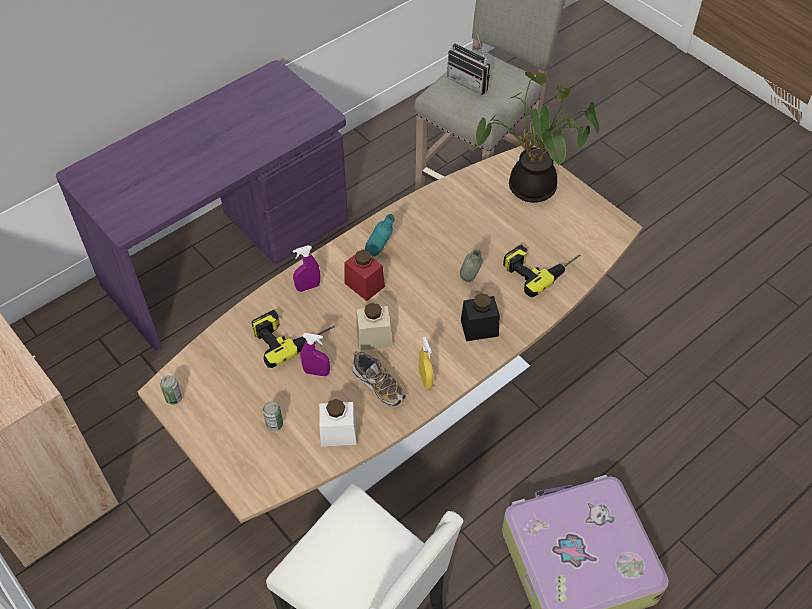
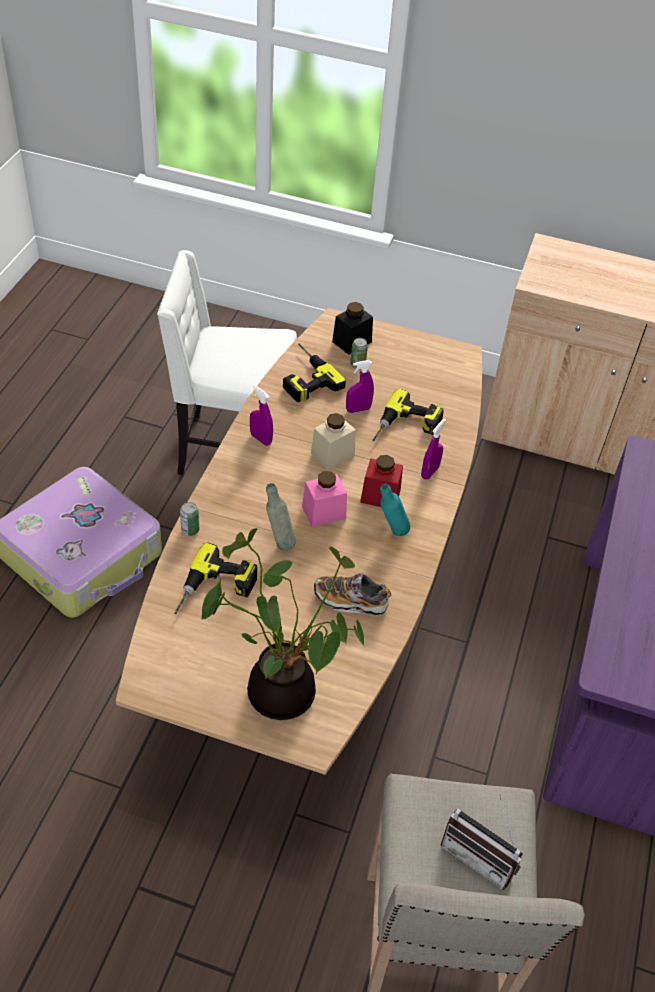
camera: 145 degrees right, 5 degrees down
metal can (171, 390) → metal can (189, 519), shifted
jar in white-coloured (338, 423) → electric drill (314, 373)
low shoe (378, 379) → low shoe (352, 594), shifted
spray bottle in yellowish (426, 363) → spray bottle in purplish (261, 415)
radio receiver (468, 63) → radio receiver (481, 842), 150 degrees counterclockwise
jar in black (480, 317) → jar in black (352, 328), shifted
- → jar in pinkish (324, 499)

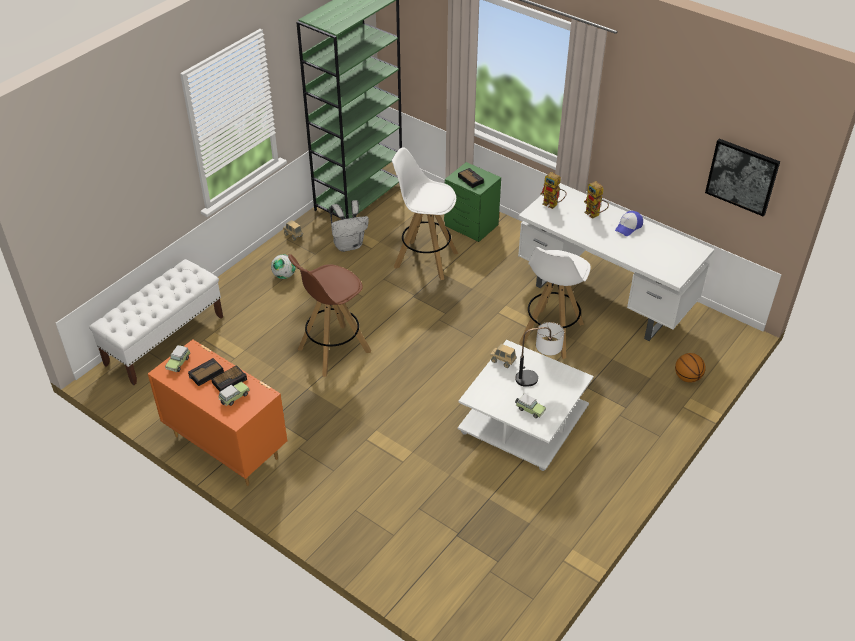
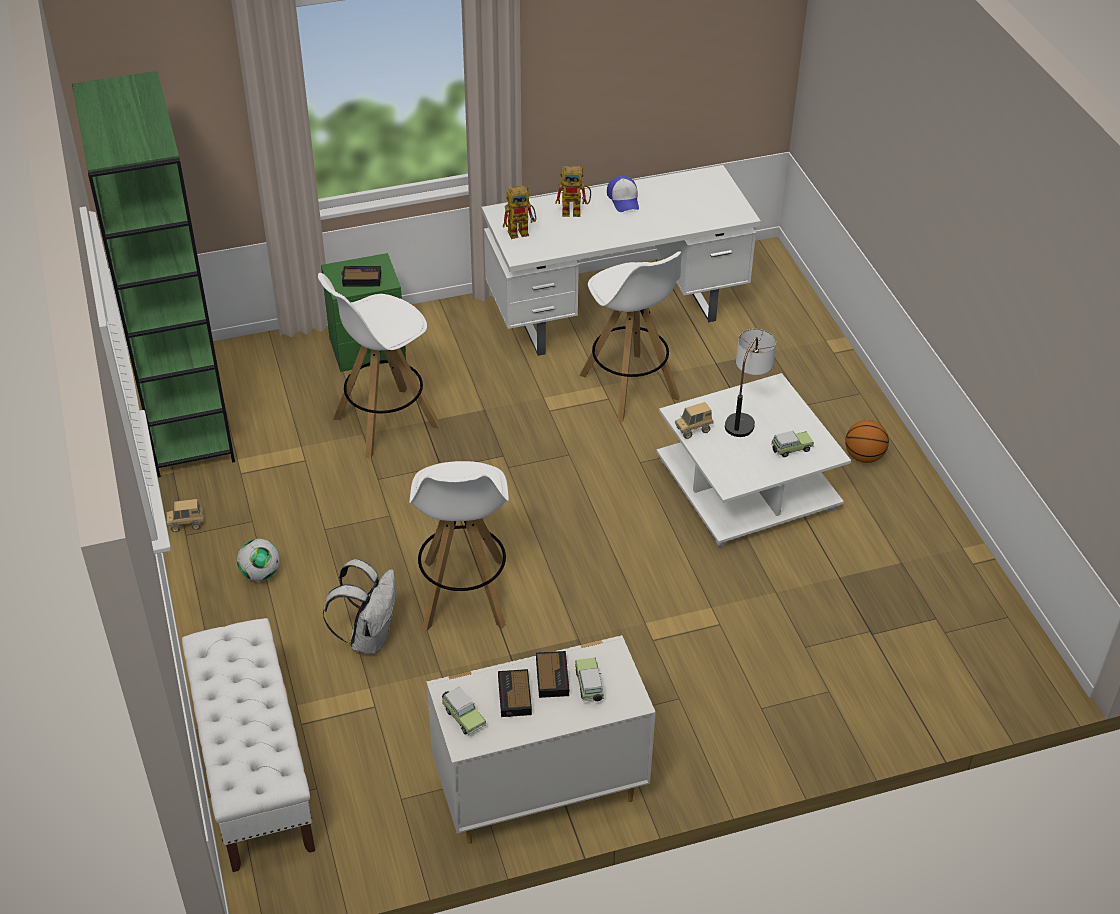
camera: 55 degrees left, 0 degrees up
drawer chest in orange (218, 412) → drawer chest in white-coloured (541, 739)
sitting stool in brown (329, 315) → sitting stool in white-coloured (459, 546)
knapsack in white-coloured (349, 226) → knapsack in white-coloured (359, 607), shifted
ball for basketball (690, 368) → ball for basketball (867, 441), shifted
wall picture (742, 177) → -

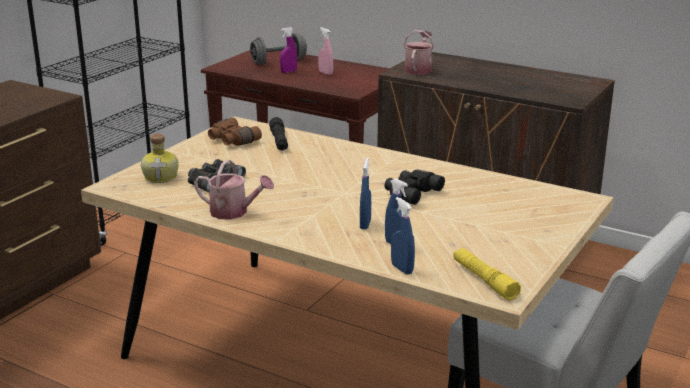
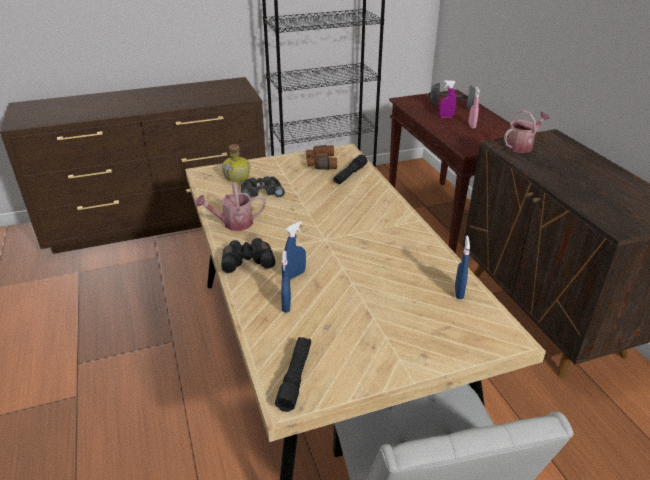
camera: 40 degrees right, 10 degrees up
watering pot (234, 189) → watering pot (230, 207), 105 degrees clockwise
pair of binoculars in black (414, 187) → pair of binoculars in black (248, 255), shifted
spray bottle in blue-coloured (403, 236) → spray bottle in blue-coloured (462, 267), shifted
hand torch in yellowish (487, 274) → hand torch in black (293, 374)

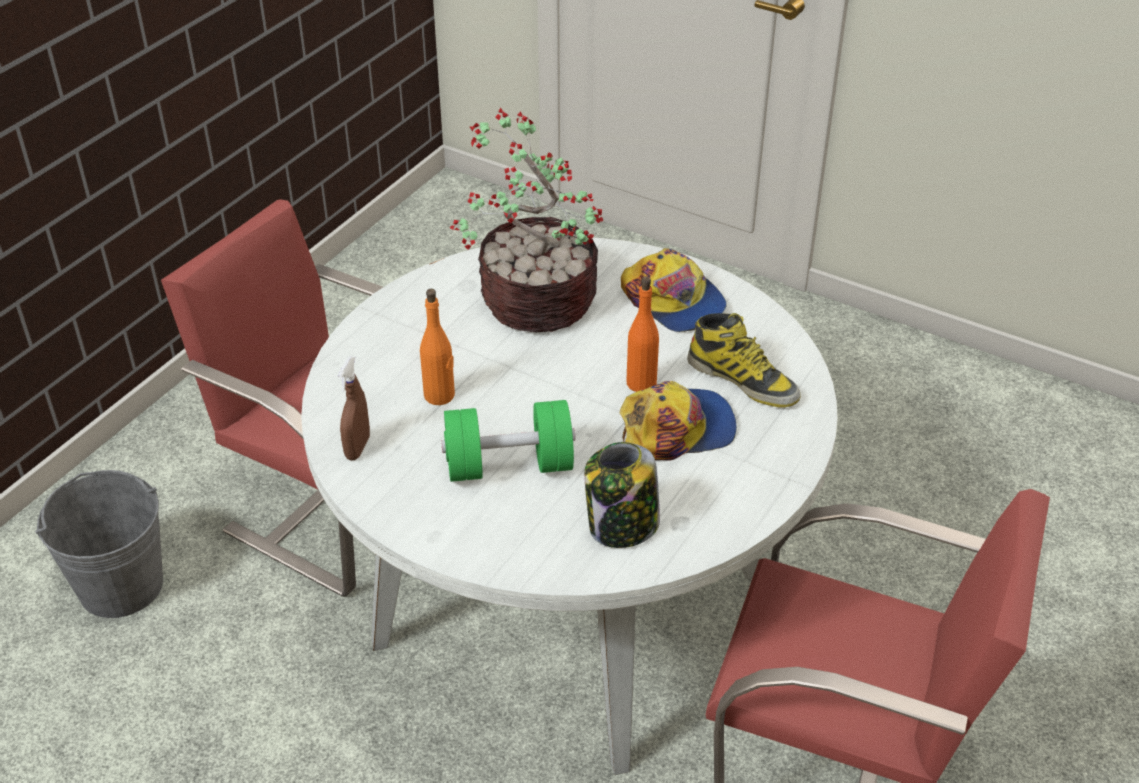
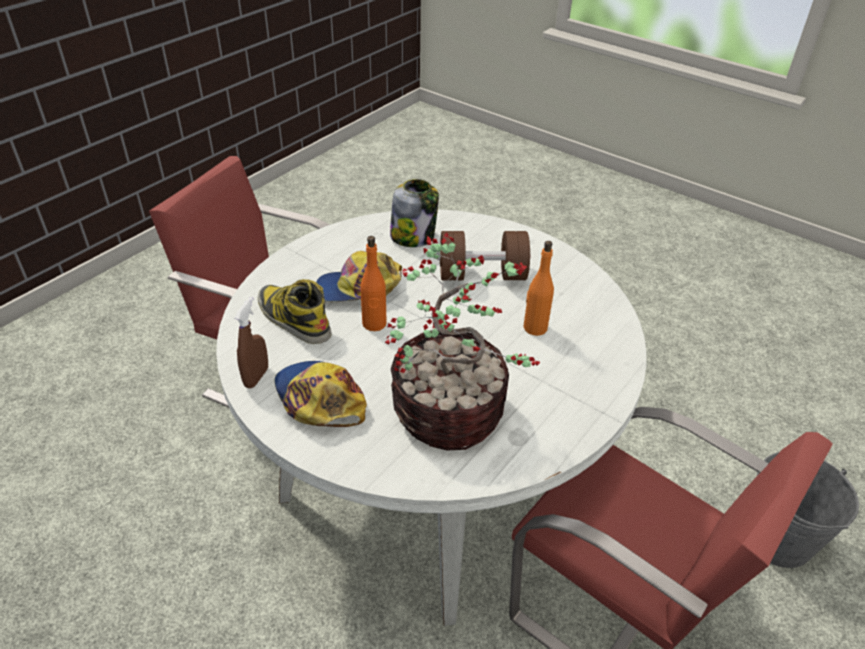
camera: 175 degrees left, 0 degrees up
spray bottle in brown (354, 408) → spray bottle in brown (251, 342), shifted
hand weight in green (508, 441) → hand weight in brown (483, 255)

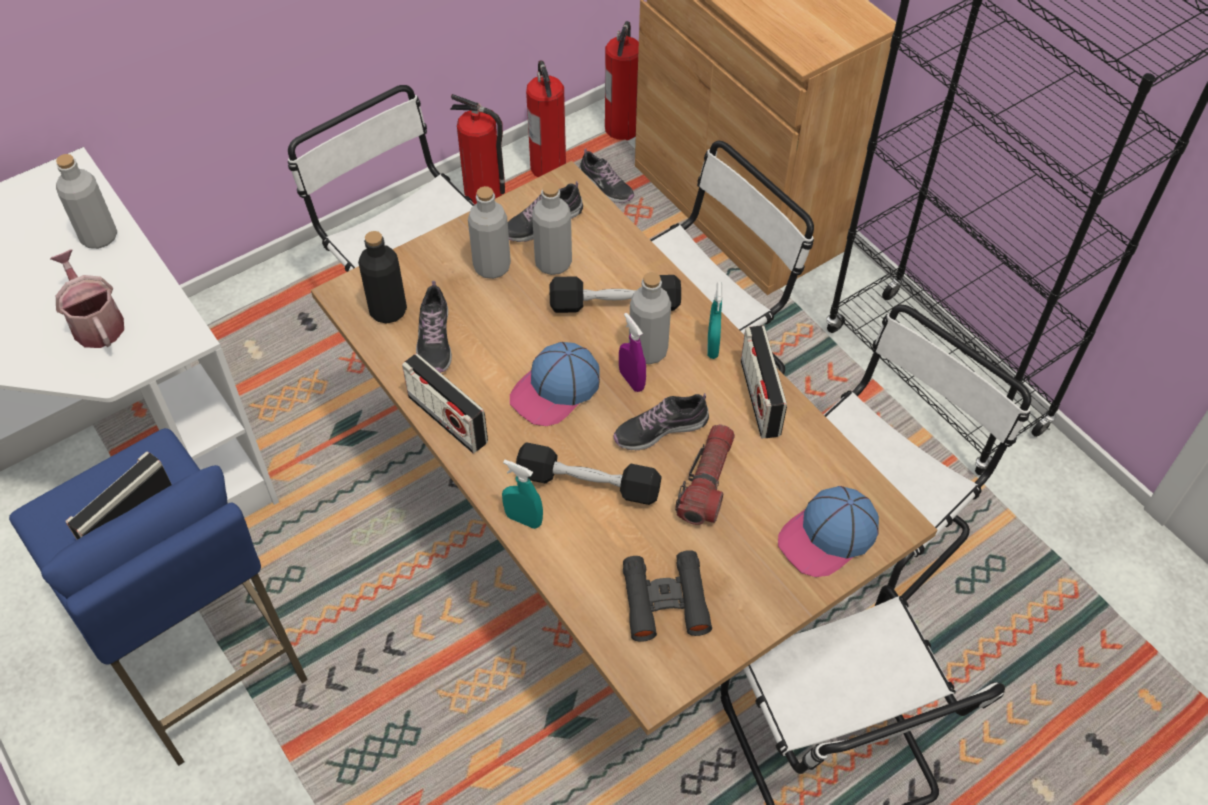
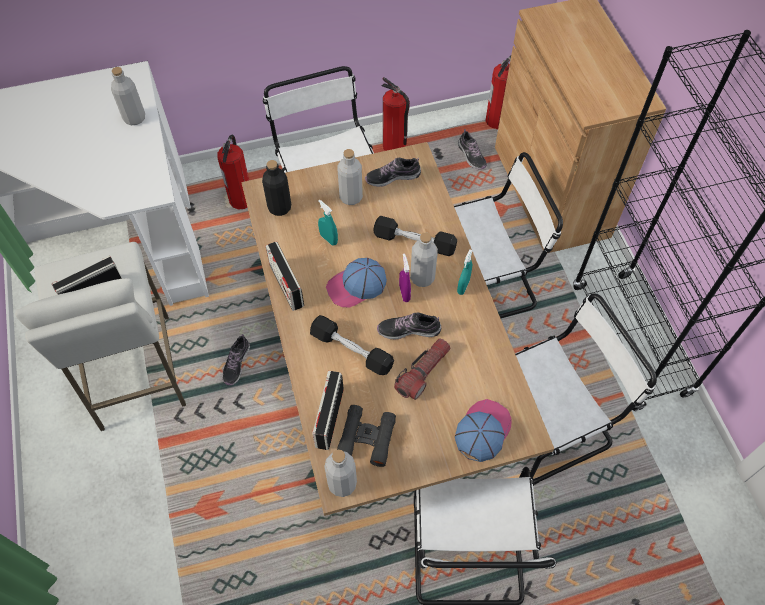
camera: 20 degrees right, 5 degrees up
sitting stool in blue-coloured (158, 597) → sitting stool in white-coloured (100, 336)
watering pot (87, 299) → -
low shoe (434, 327) → low shoe (236, 359), shifted
spray bottle in blue-green (522, 494) → spray bottle in blue-green (328, 222), shifted
fire-fighting cylinder (546, 118) → fire-fighting cylinder (233, 172), shifted
drink bottle in greyish (552, 229) → drink bottle in greyish (340, 473), shifted
radio receiver (764, 381) → radio receiver (328, 410), shifted
peaked cap (828, 531) → peaked cap (483, 430), 135 degrees clockwise

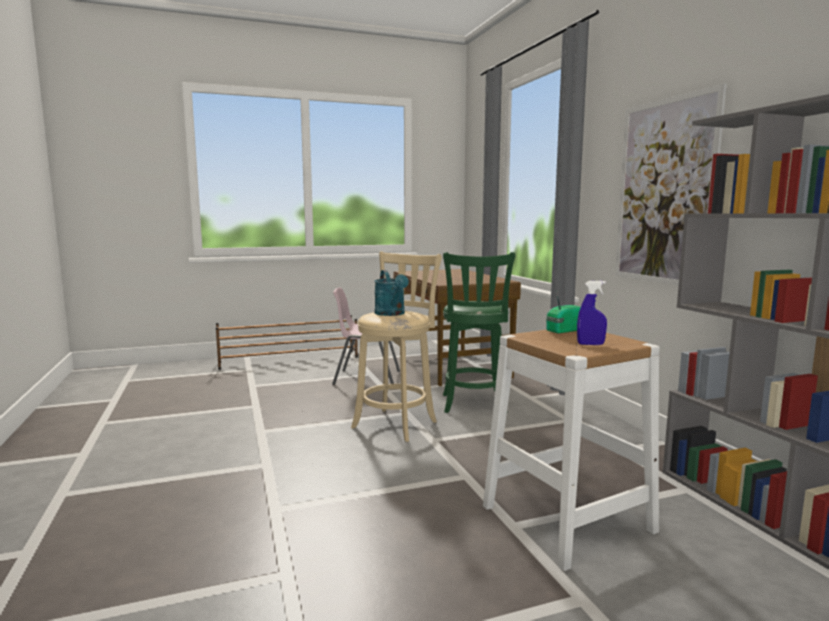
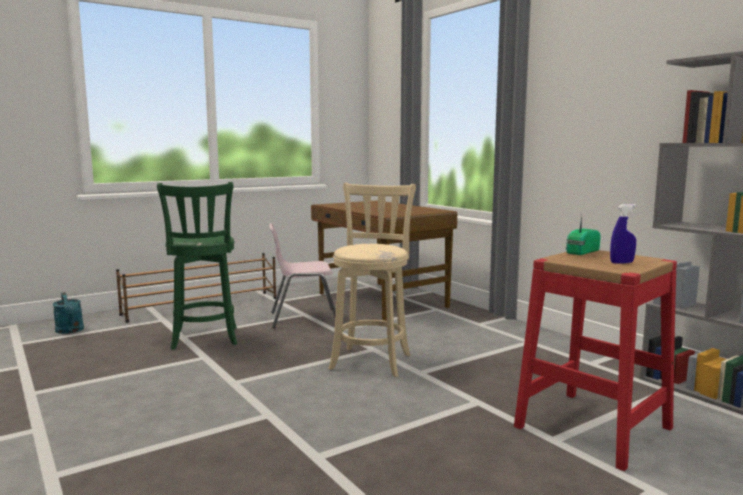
camera: 15 degrees left, 0 degrees up
watering pot in blue-green (391, 293) → watering pot in blue-green (68, 313), shifted
sitting stool in green (479, 332) → sitting stool in green (197, 266), shifted
sitting stool in white-coloured (571, 450) → sitting stool in reddish (595, 360)
wall picture (671, 184) → -

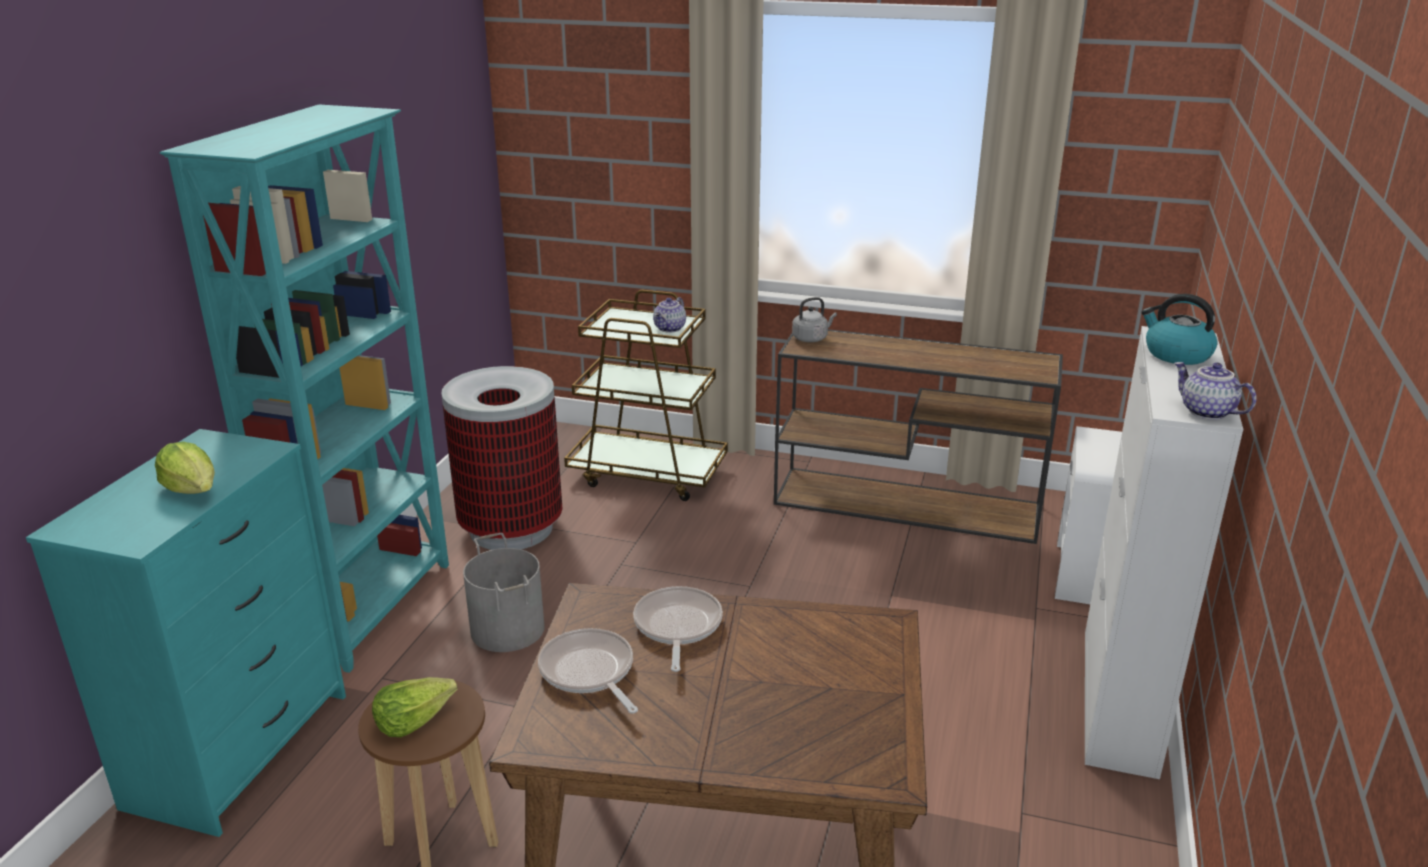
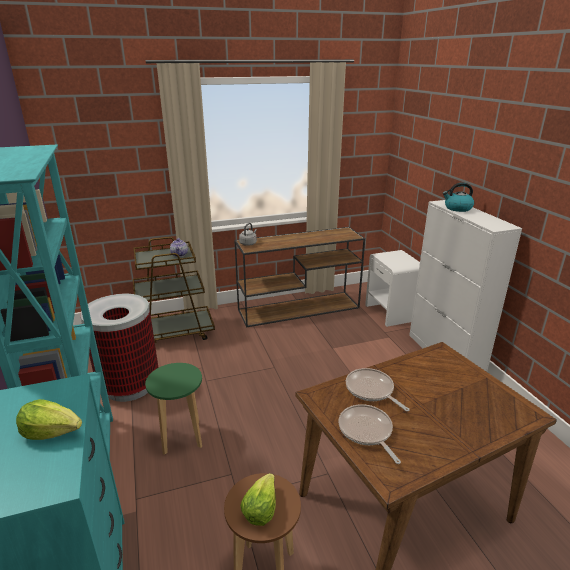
camera: 35 degrees left, 0 degrees up
bucket in greyish (504, 592) → sitting stool in green (173, 409)
pan (588, 671) → pan (370, 434), 45 degrees clockwise
teapot (1215, 391) → -

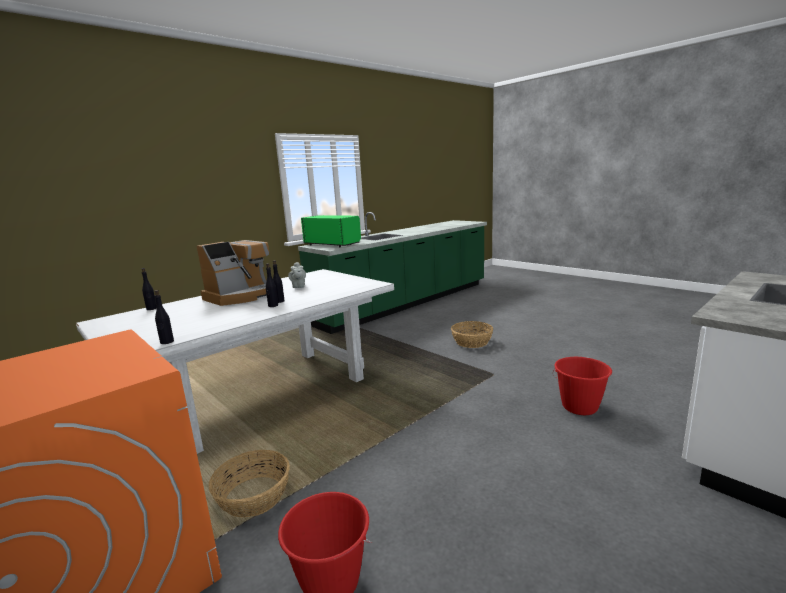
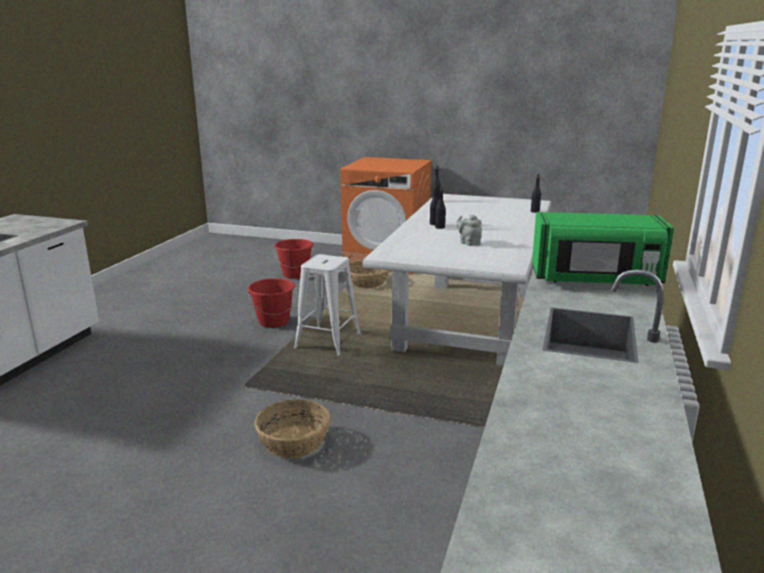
camera: 150 degrees right, 5 degrees up
coffee brewer (233, 273) → -
bucket in reddish (582, 386) → bucket in reddish (272, 303), shifted
- → sitting stool in white-coloured (327, 305)

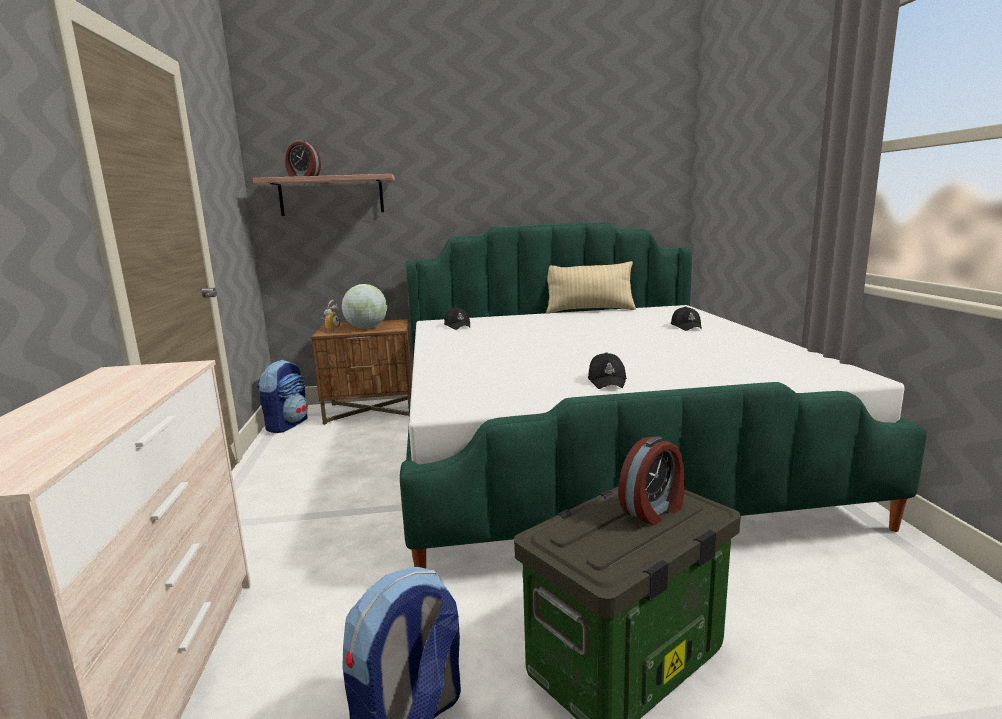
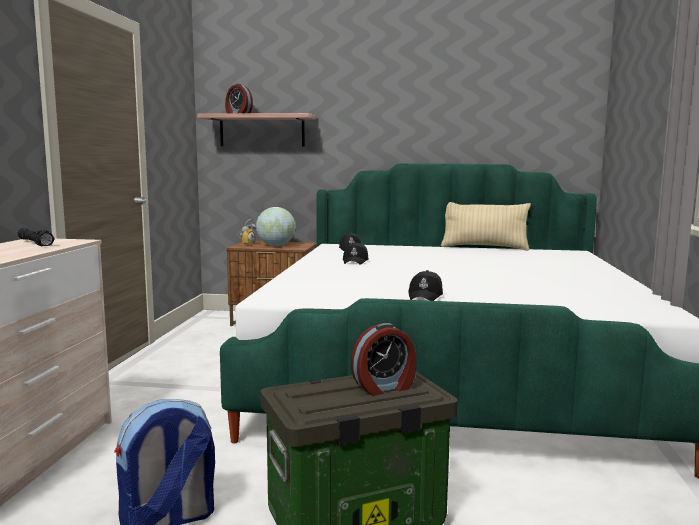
camera: 15 degrees right, 5 degrees down
knapsack (282, 396) → -
peaked cap in black (686, 319) → peaked cap in black (356, 253), shifted
- → hand torch in black (36, 237)

